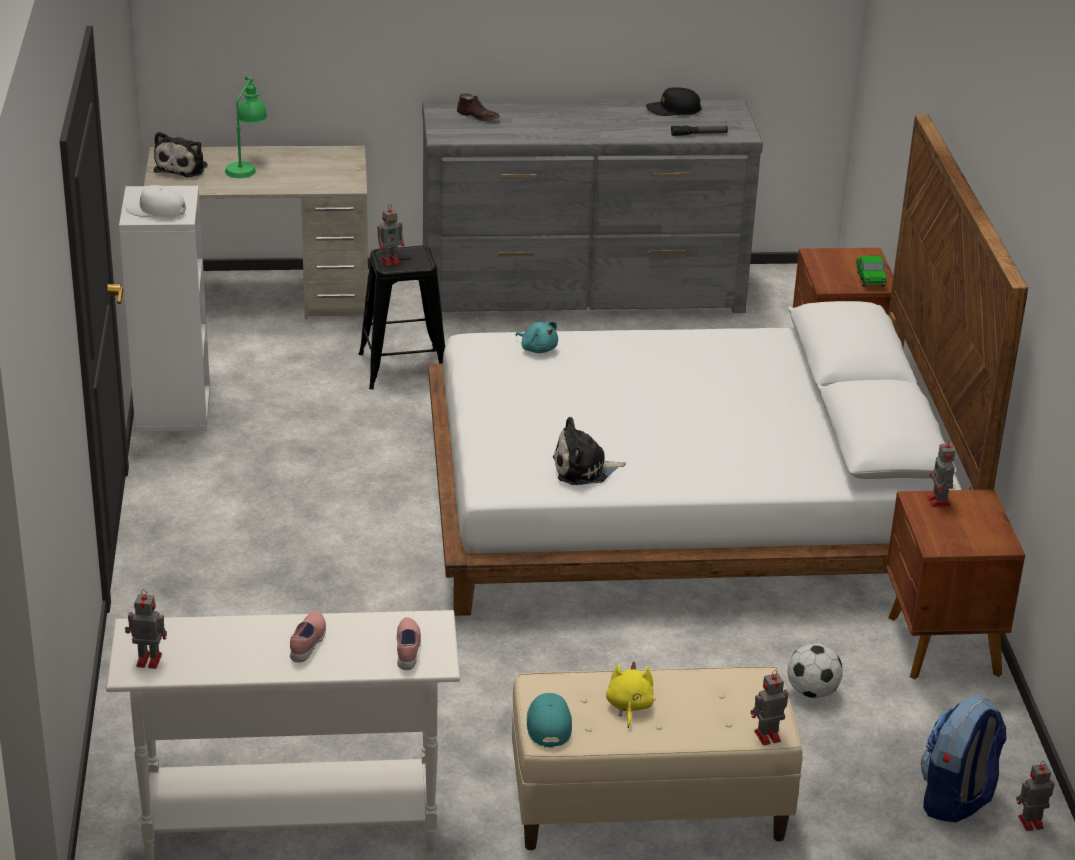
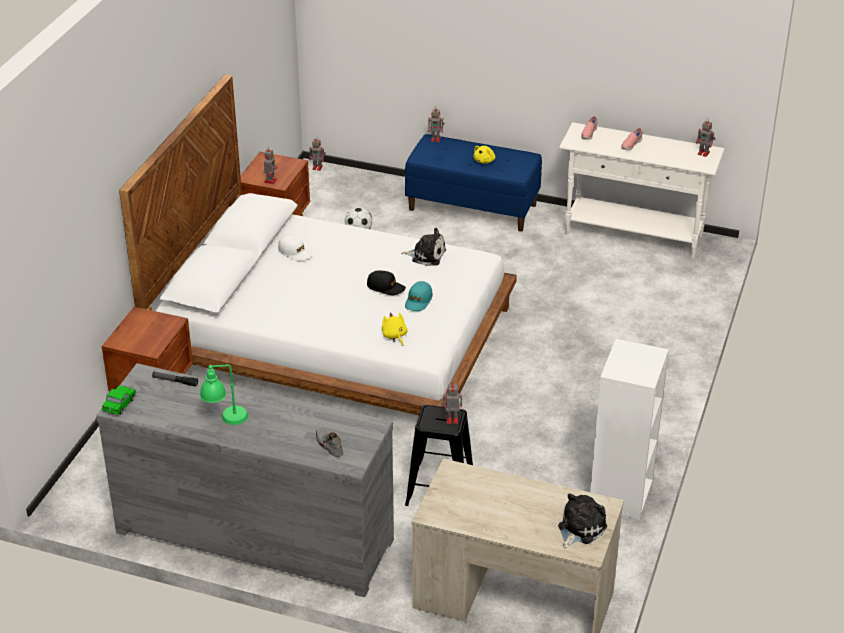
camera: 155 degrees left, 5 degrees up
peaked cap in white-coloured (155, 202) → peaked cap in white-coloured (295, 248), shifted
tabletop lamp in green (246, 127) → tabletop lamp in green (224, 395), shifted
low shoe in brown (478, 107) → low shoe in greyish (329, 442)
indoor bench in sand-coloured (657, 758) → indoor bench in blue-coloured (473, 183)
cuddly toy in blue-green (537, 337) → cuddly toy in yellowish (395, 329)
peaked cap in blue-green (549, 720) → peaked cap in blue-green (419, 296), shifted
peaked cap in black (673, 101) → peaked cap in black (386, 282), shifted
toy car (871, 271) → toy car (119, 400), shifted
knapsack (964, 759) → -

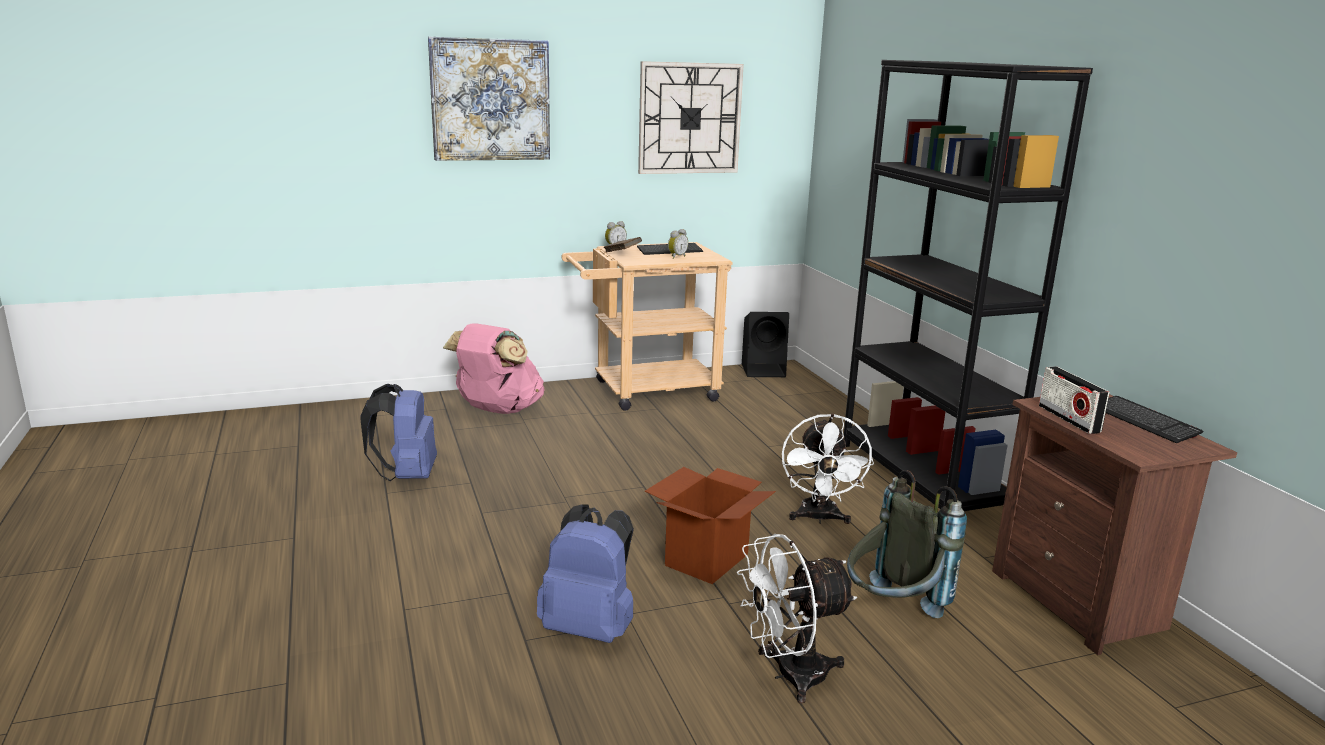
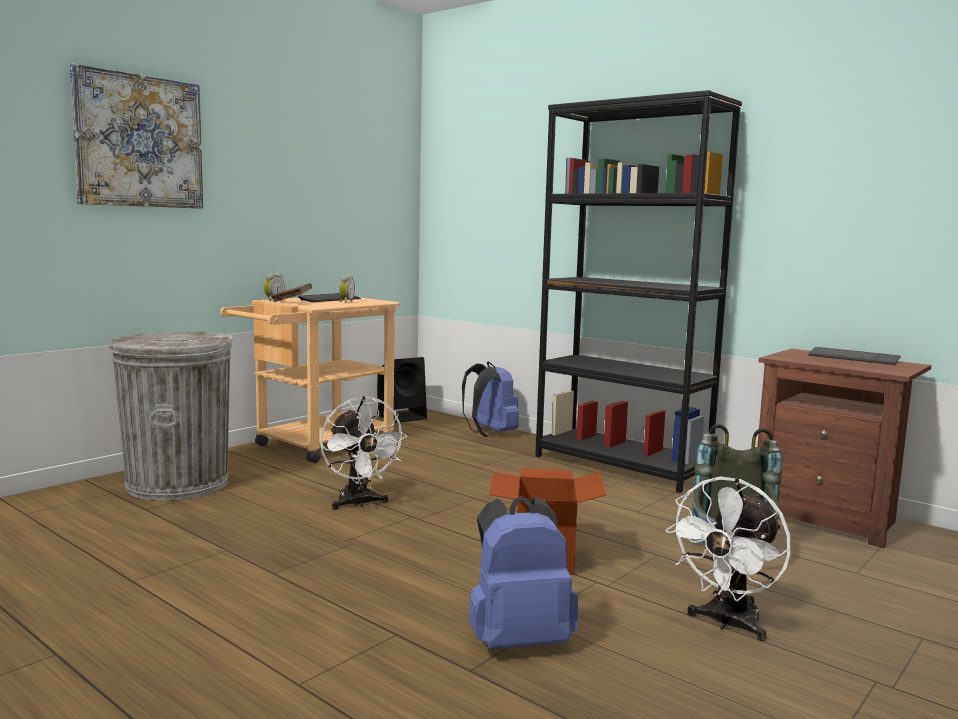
camera: 30 degrees left, 10 degrees down
knapsack in blue-coloured (398, 432) → knapsack in blue-coloured (490, 399), shifted
knapsack in pinkish (494, 369) → trash can in greyish (170, 415)
hanging clock (691, 117) → -
electric fan in white-coloured (828, 468) → electric fan in white-coloured (364, 453), shifted
radio receiver (1074, 400) → -

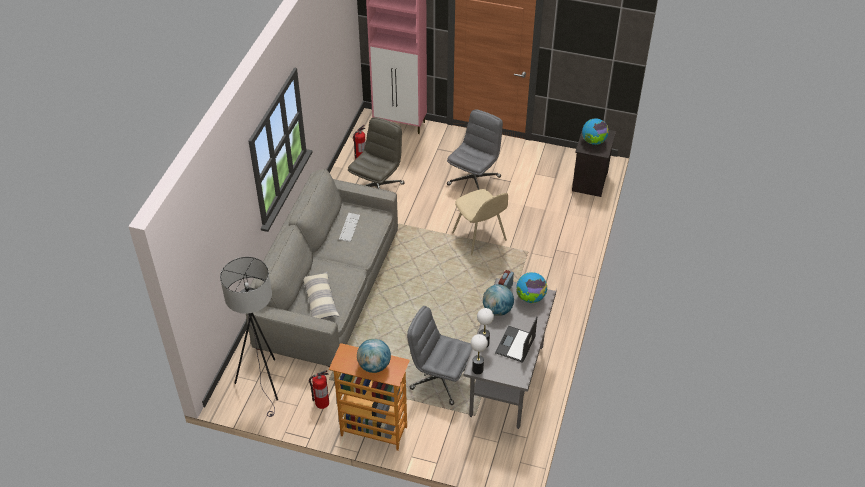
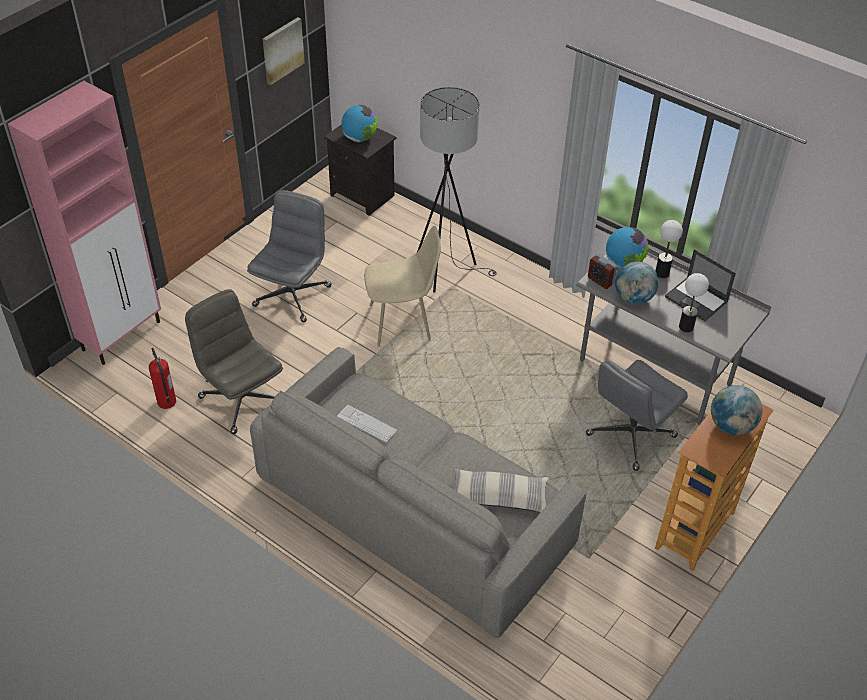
camera: 70 degrees left, 0 degrees up
standard lamp in greyish (249, 337) → standard lamp in greyish (457, 190), shifted
fire-fighting cylinder (319, 389) → -
desk chair in greyish (475, 150) → desk chair in greyish (289, 256), 60 degrees clockwise
tabletop lamp (479, 354) → tabletop lamp (669, 249), shifted
- → wall picture (284, 51)

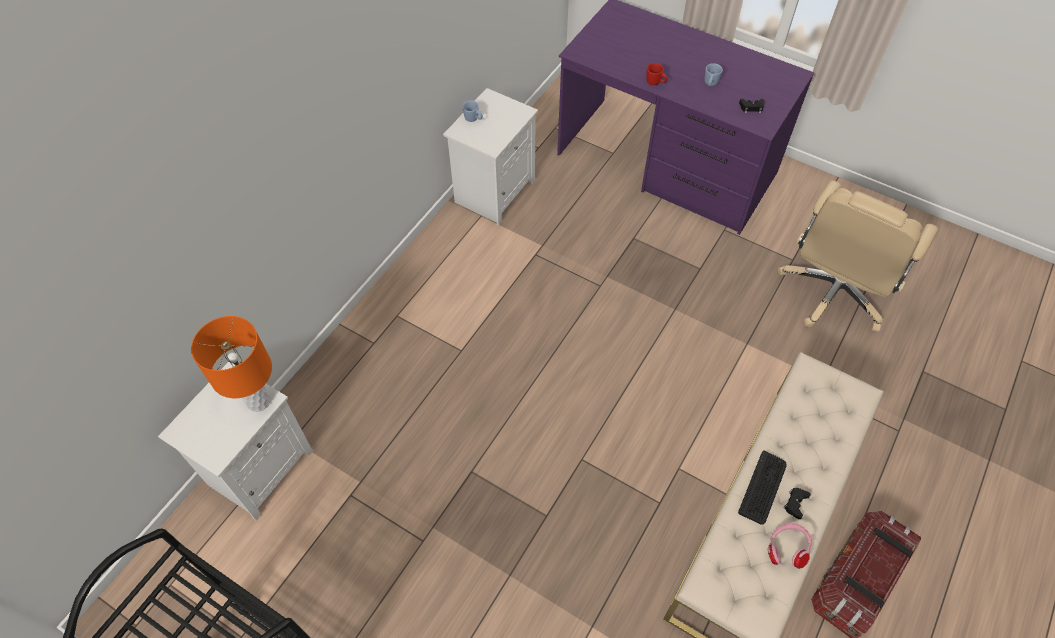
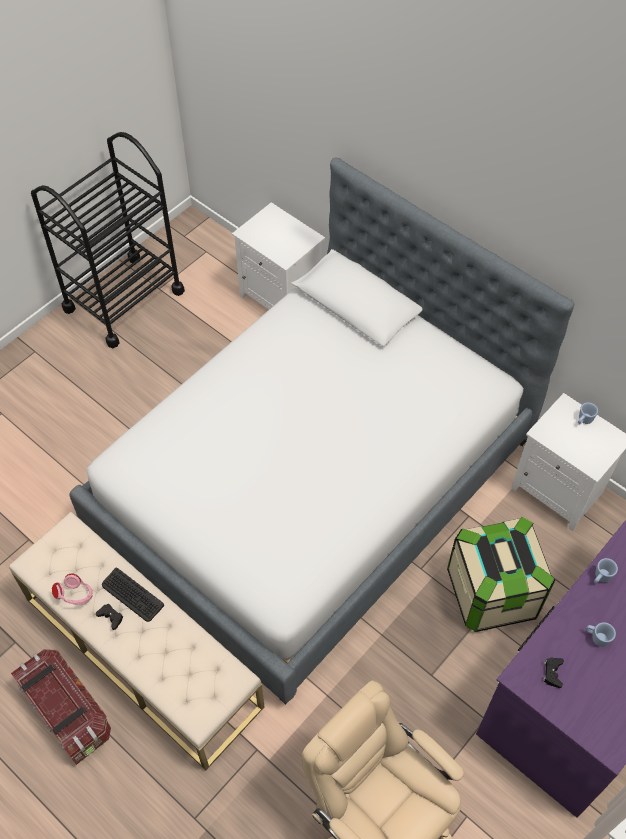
camera: 100 degrees right, 0 degrees up
tabletop lamp in orange (231, 364) → -
coffee mug in reddish (656, 74) → coffee mug in blue-coloured (606, 571)
- → bed (322, 431)
- → storage box (501, 574)

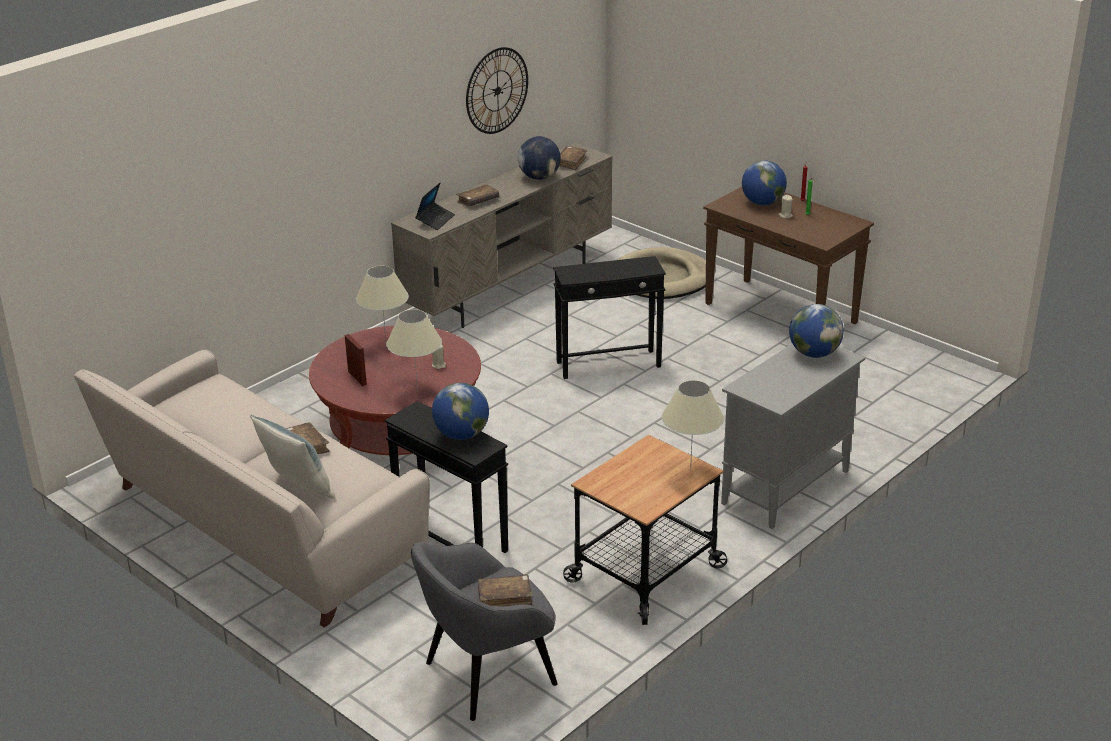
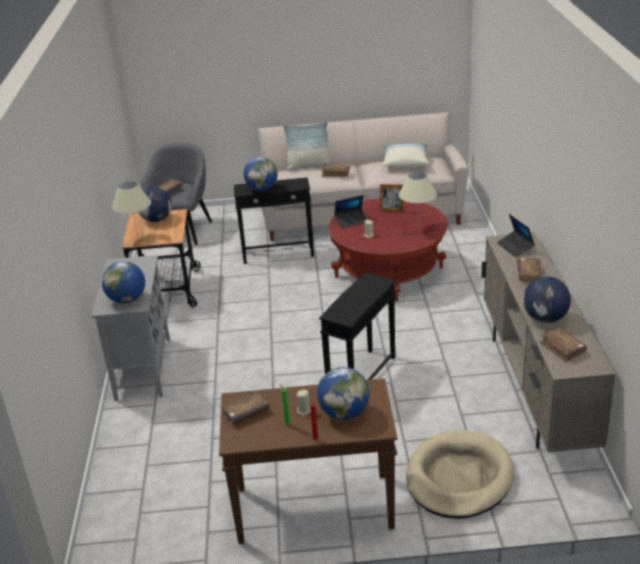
camera: 135 degrees right, 0 degrees up
tabletop lamp in sand-coloured (414, 350) → portable computer (350, 212)
hanging clock (497, 90) → -
- → desk globe (155, 204)
- → book in brown (245, 407)
- → throw pillow (405, 155)

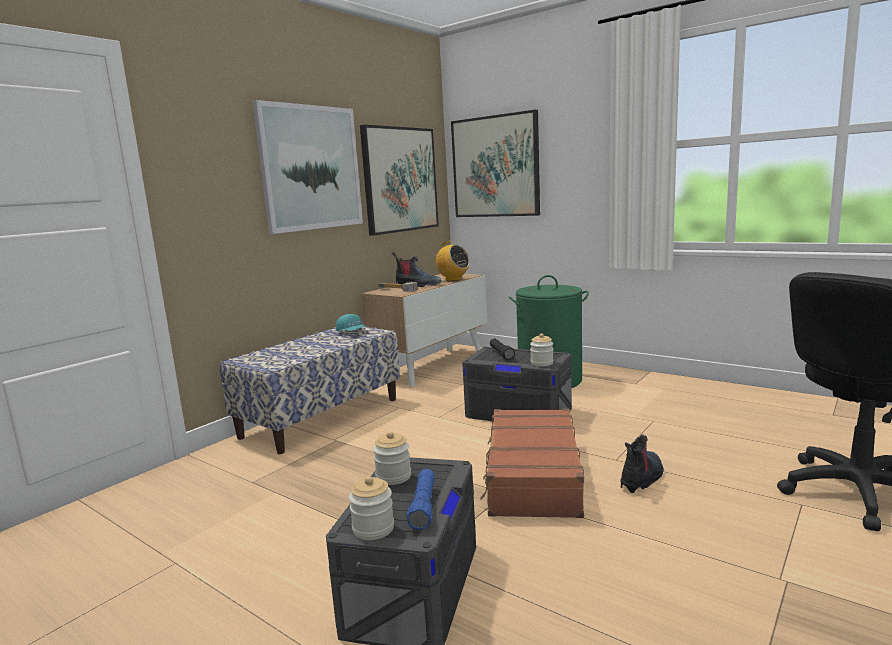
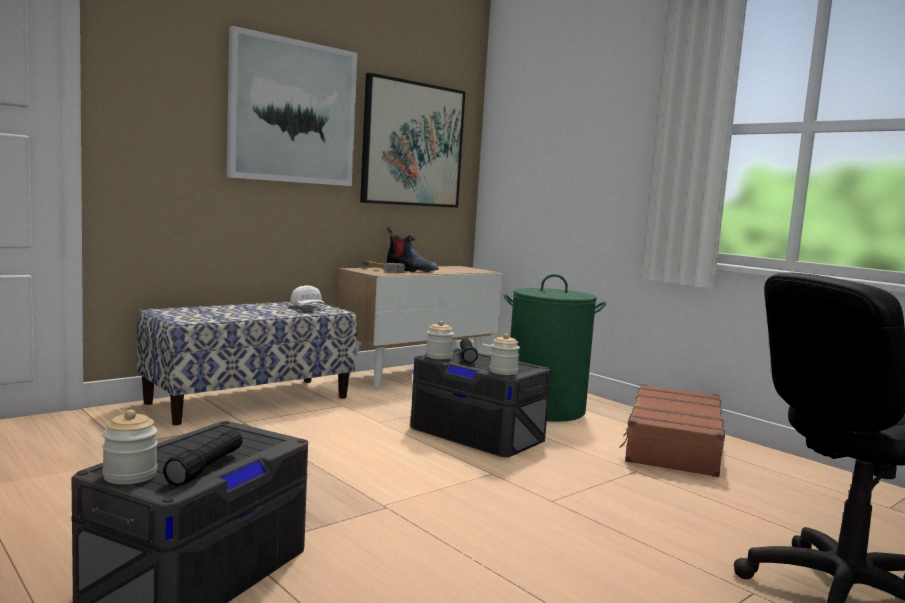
camera: 10 degrees right, 5 degrees down
peaked cap in blue-green (351, 322) → peaked cap in white-coloured (307, 294)
jar (392, 458) → jar (440, 340), shifted
hand torch in blue-coloured (421, 499) → hand torch in black (203, 458)
radio receiver (452, 261) → -
wall picture (495, 163) → -
piece of luggage in brown (532, 463) → piece of luggage in brown (672, 430), shifted
boot (642, 463) → -

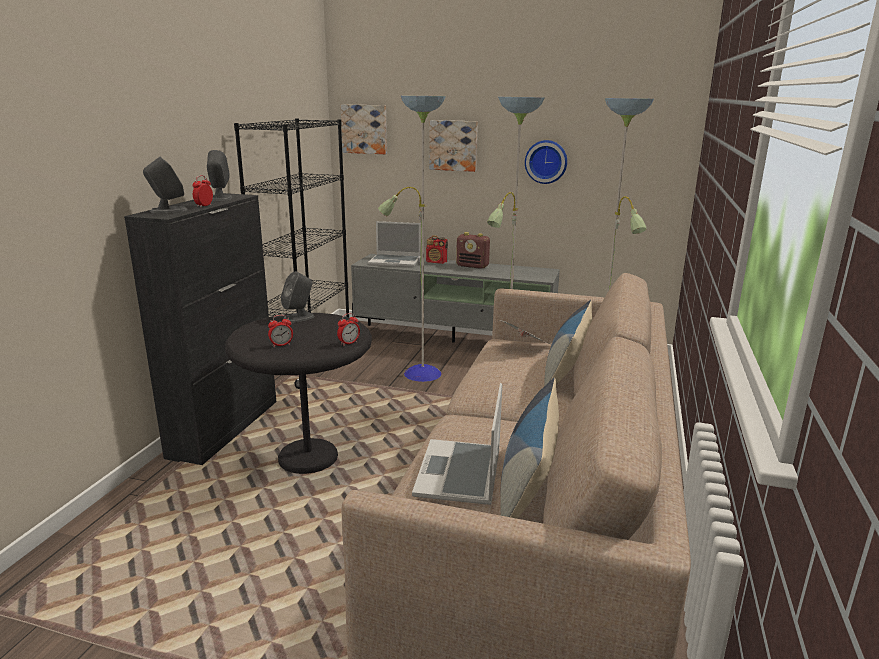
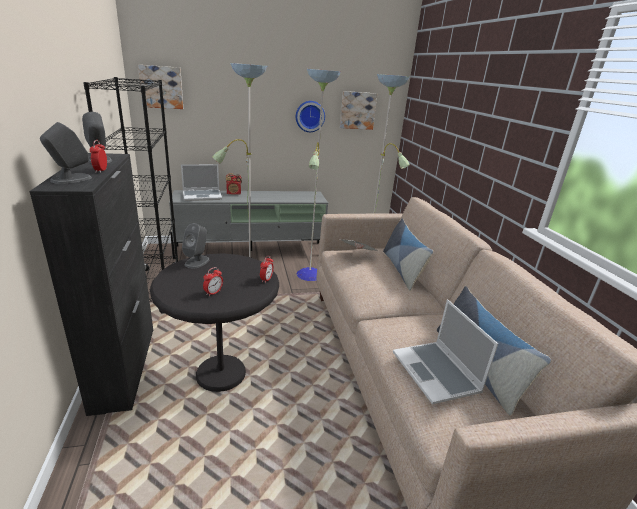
camera: 30 degrees left, 5 degrees up
wall picture (453, 146) → wall picture (358, 110), shifted
radio receiver (473, 250) → -

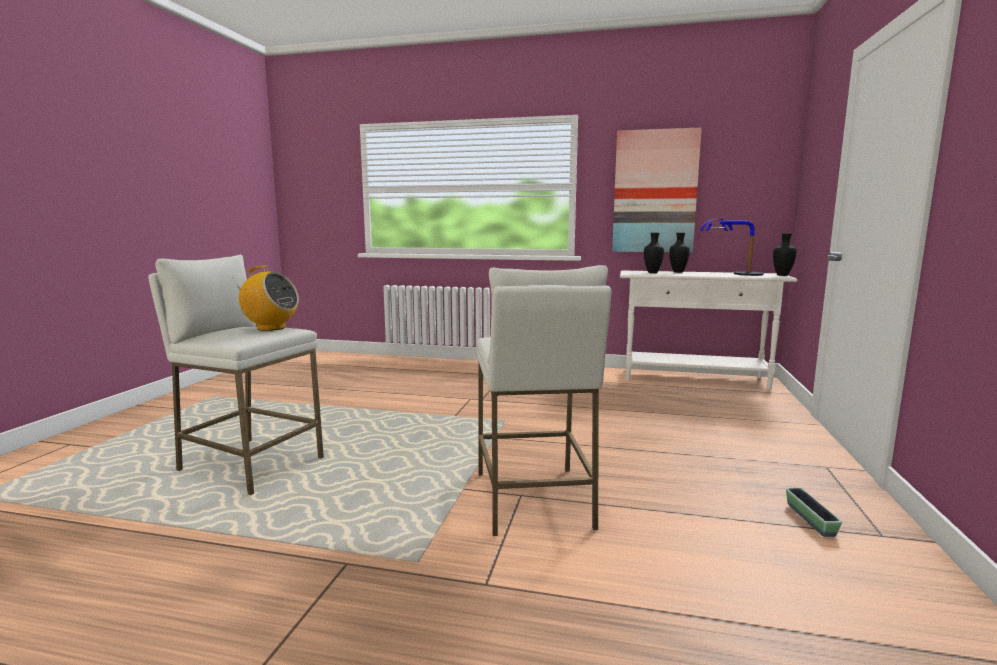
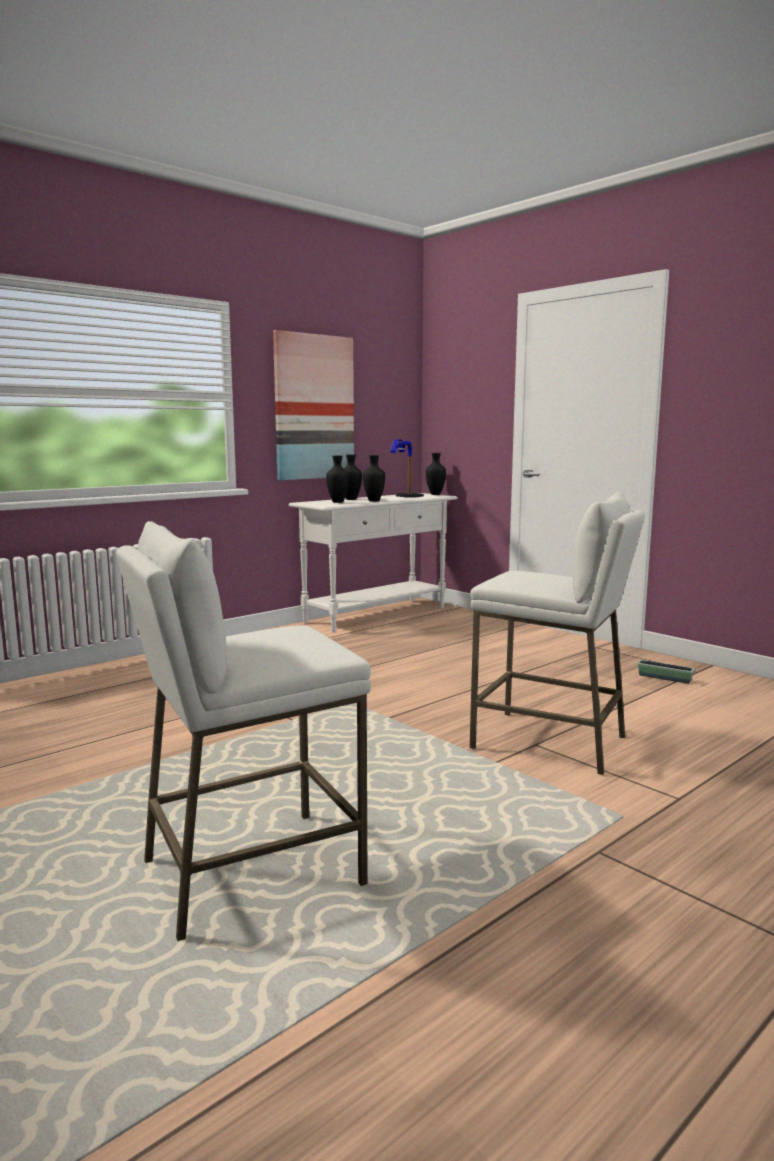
camera: 55 degrees left, 0 degrees up
radio receiver (265, 298) → -
- → vase in black (374, 478)

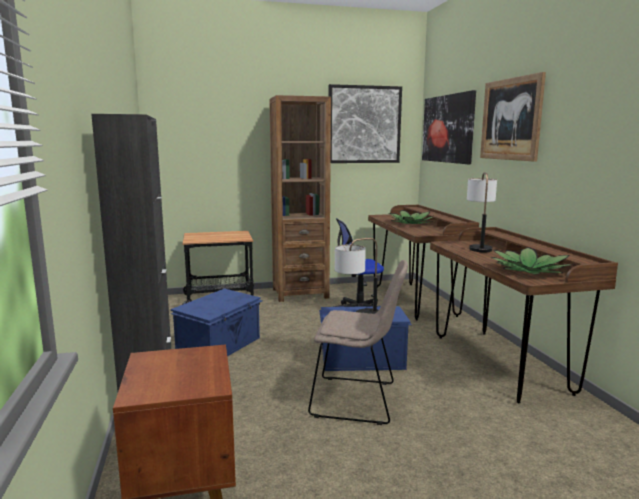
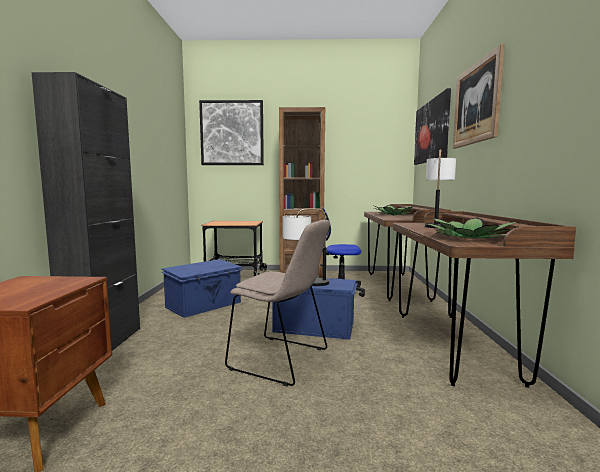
camera: 15 degrees right, 5 degrees down
wall picture (365, 123) → wall picture (231, 132), shifted

